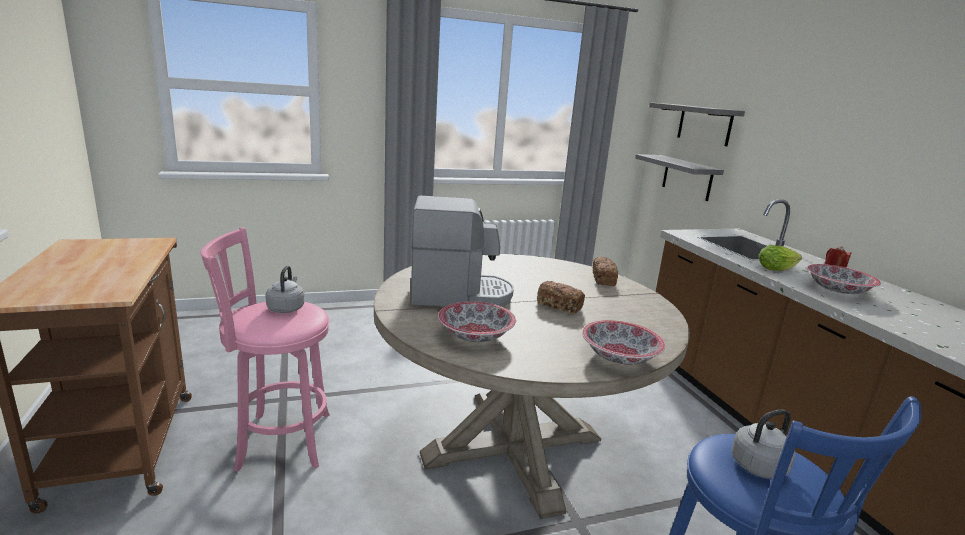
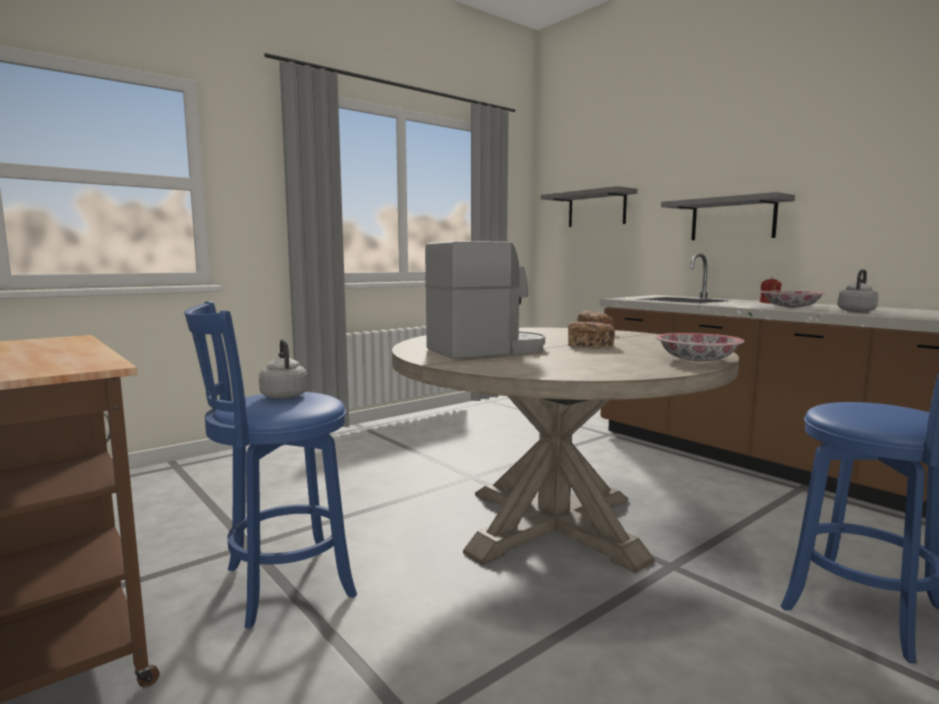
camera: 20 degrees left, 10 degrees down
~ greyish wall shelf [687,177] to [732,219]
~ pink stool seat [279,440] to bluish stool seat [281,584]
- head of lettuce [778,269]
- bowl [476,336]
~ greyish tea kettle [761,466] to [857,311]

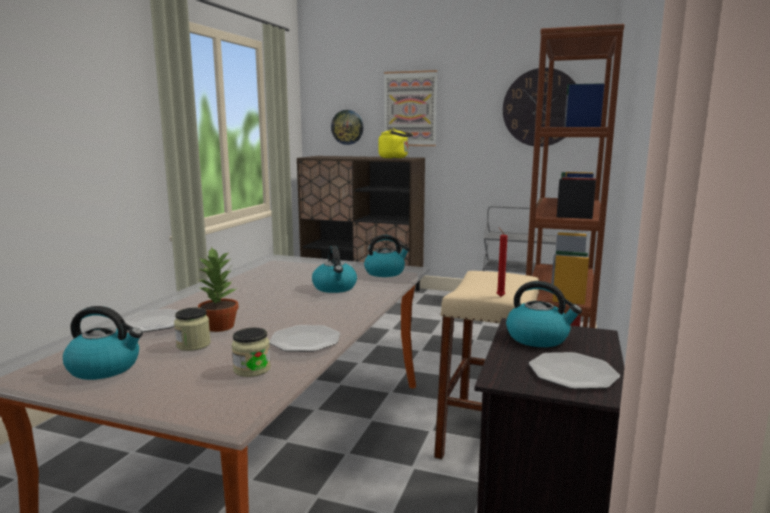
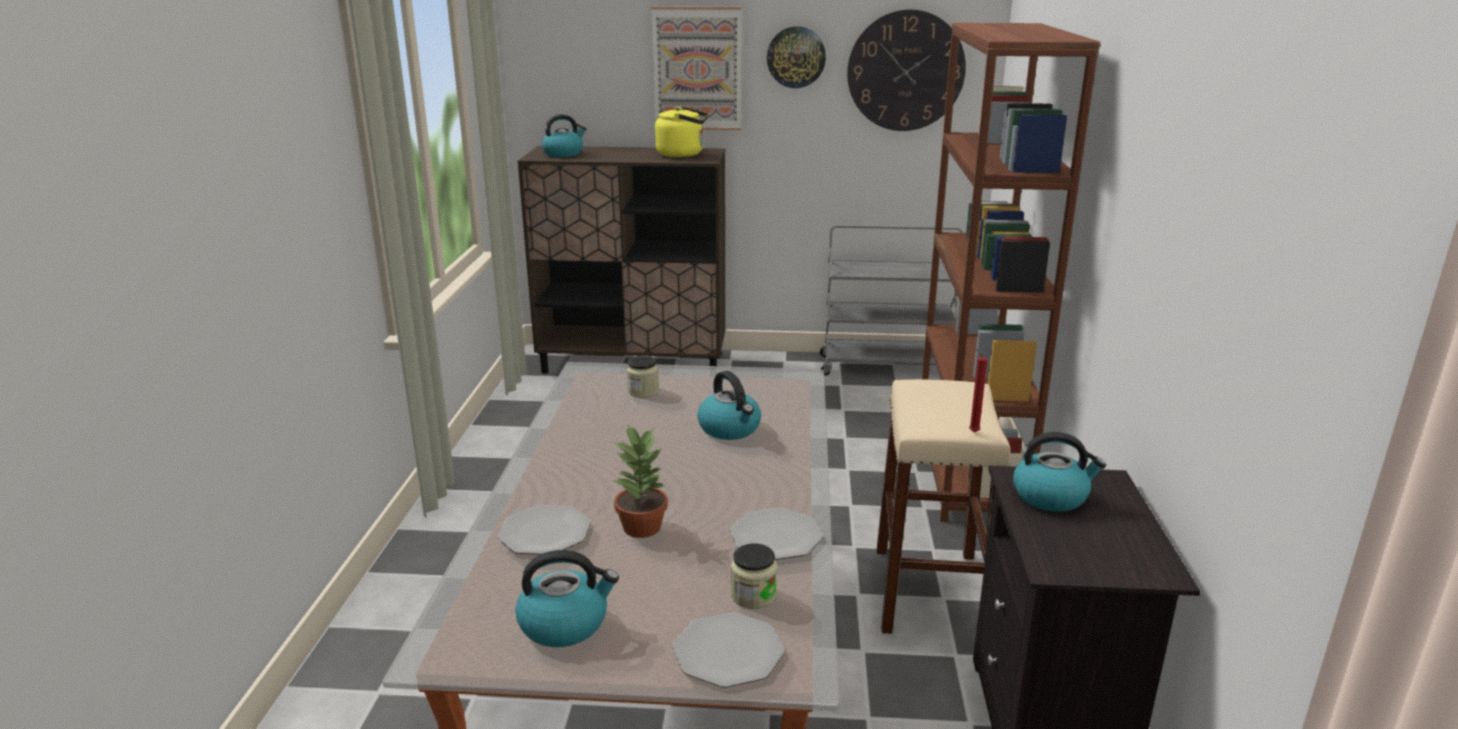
camera: 15 degrees left, 10 degrees up
~ clock on the wall [347,127] to [796,57]
~ tea kettle [385,272] to [564,154]
~ preserve jar [193,344] to [643,391]
~ dinner plate [572,373] to [728,652]

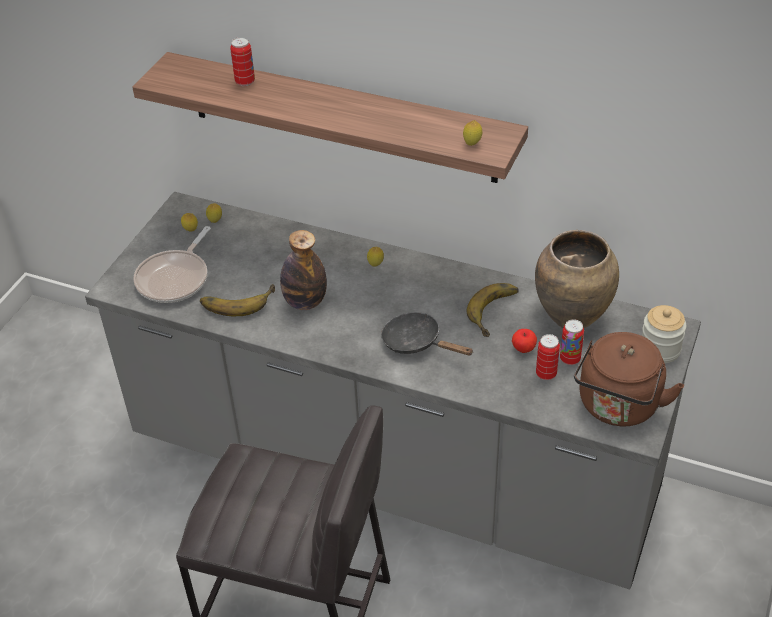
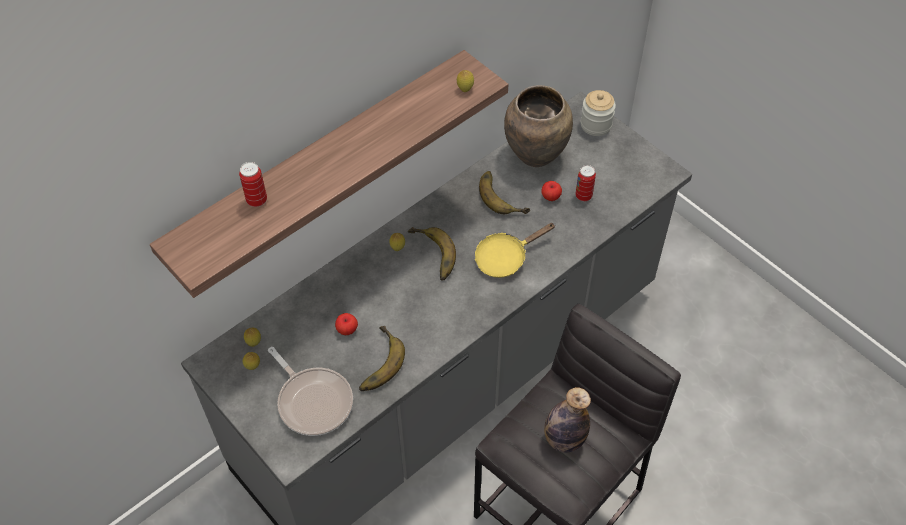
camera: 65 degrees left, 10 degrees up
~ drink bottle [305,302] to [564,439]
~ black pan [417,342] to yellow-coloured pan [505,258]
- sealed can [570,359]
- brown-coloured tea kettle [618,407]
+ banana fruit [430,256]
+ apple [347,329]

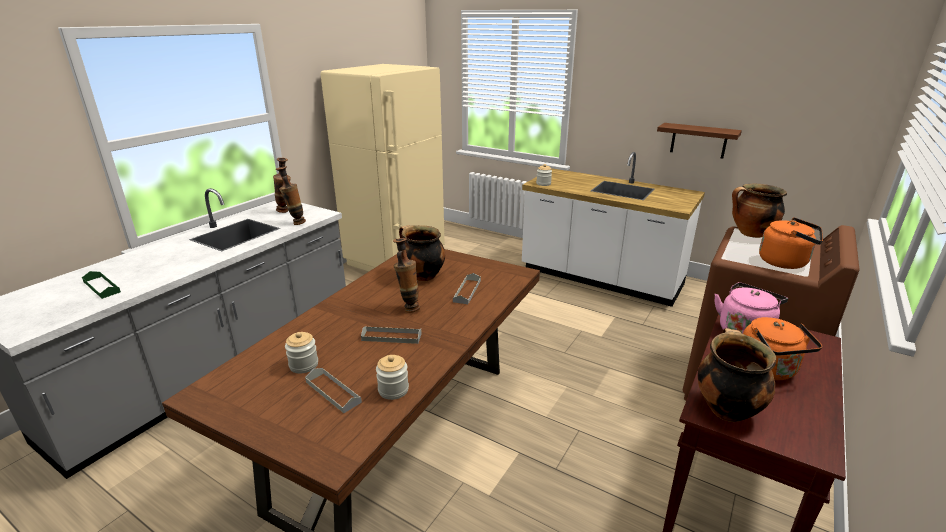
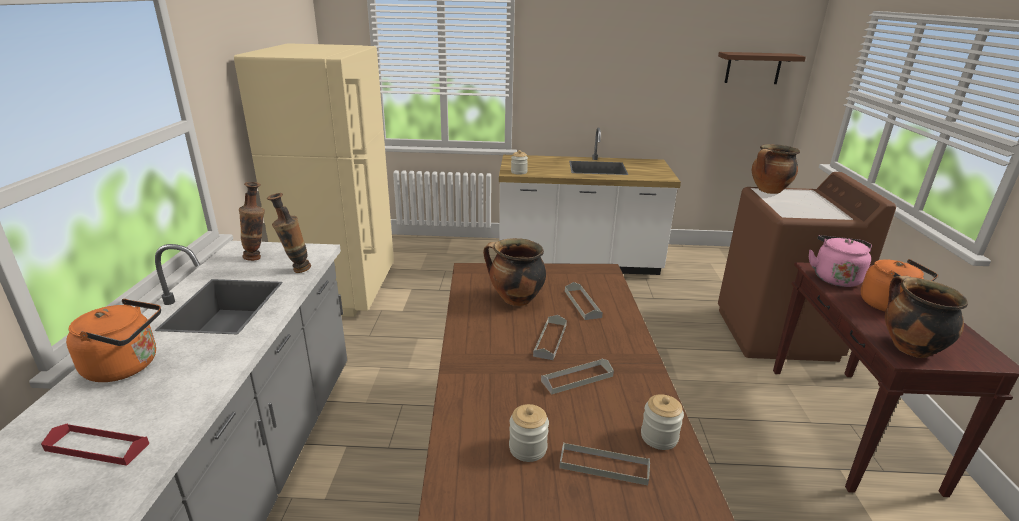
camera: 30 degrees left, 0 degrees up
~ brown-coloured wall shelf [698,140] to [753,68]
~ orangey tea kettle [786,262] to [127,366]
~ vase [408,308] to greyish tray [550,340]
~ green tray [101,287] to red tray [97,447]

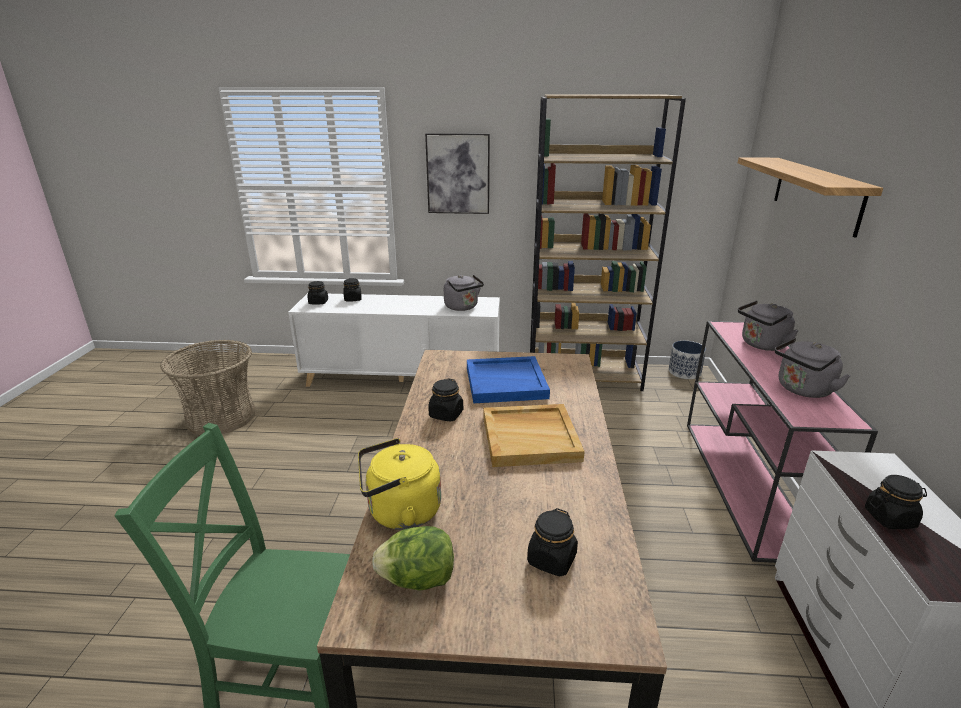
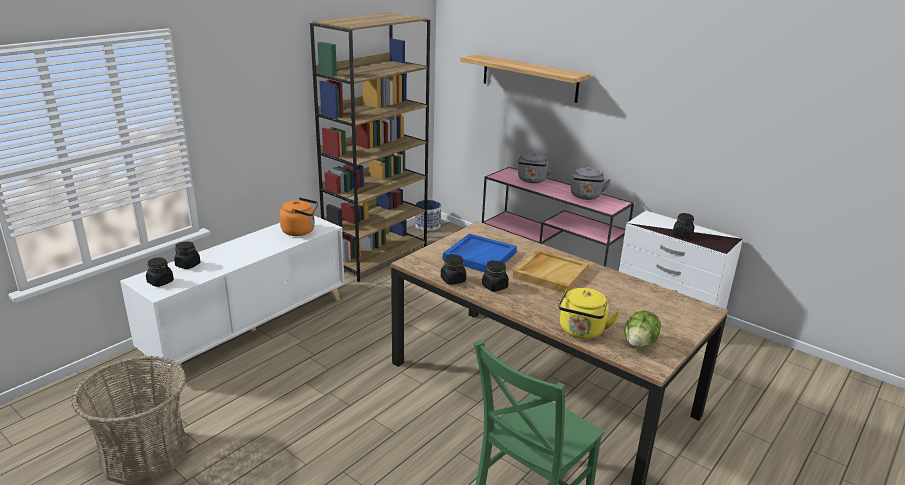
camera: 55 degrees left, 0 degrees up
- picture [458,174]
~ greyish tea kettle [462,307] to orangey tea kettle [300,231]
~ black preserve jar [551,560] to [453,280]

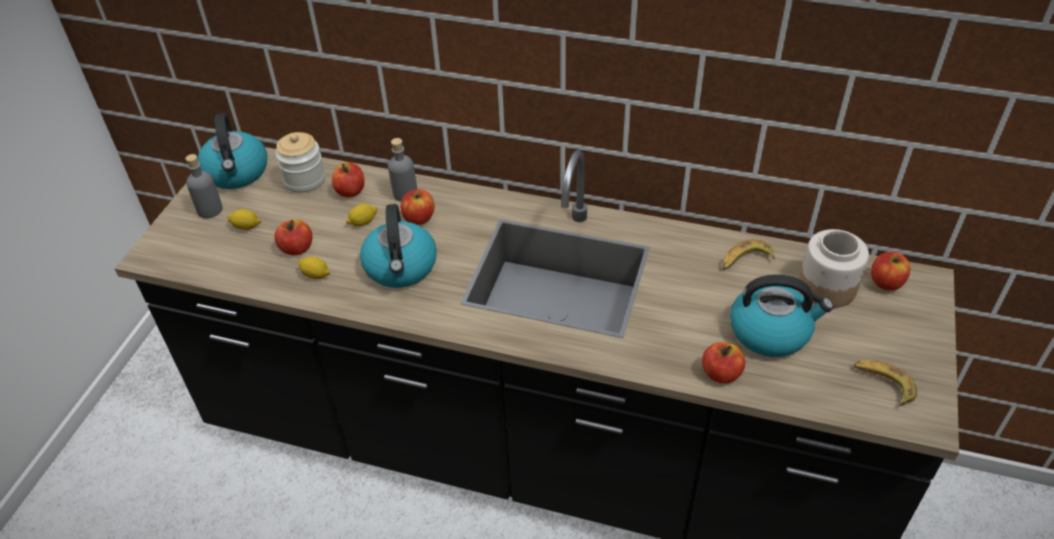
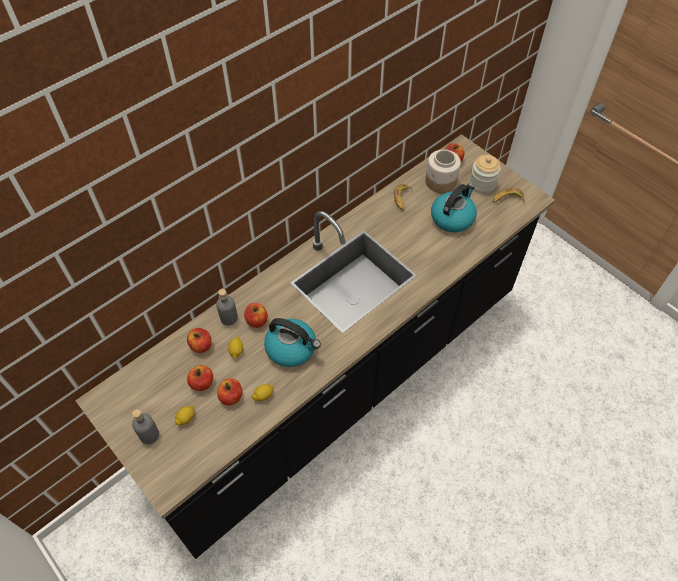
camera: 60 degrees left, 10 degrees up
- tea kettle [237,173]
~ preserve jar [305,180] to [482,184]
~ apple [721,373] to [202,383]

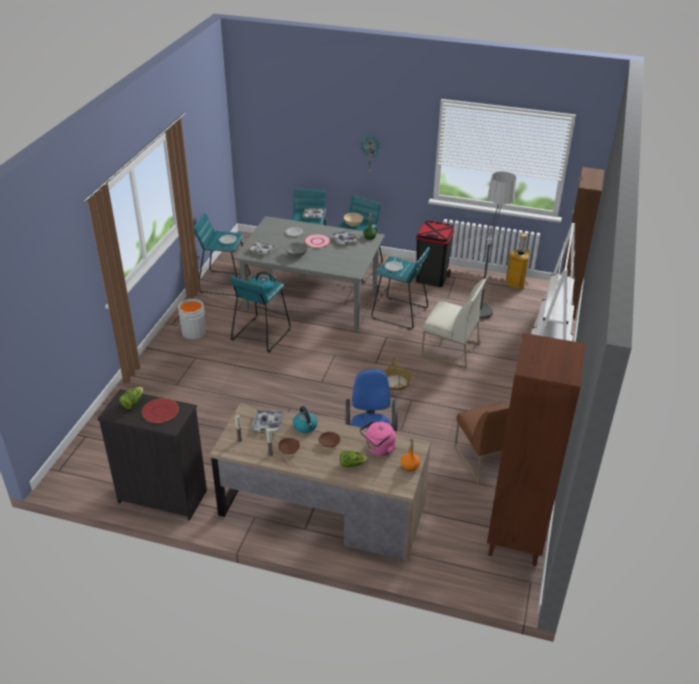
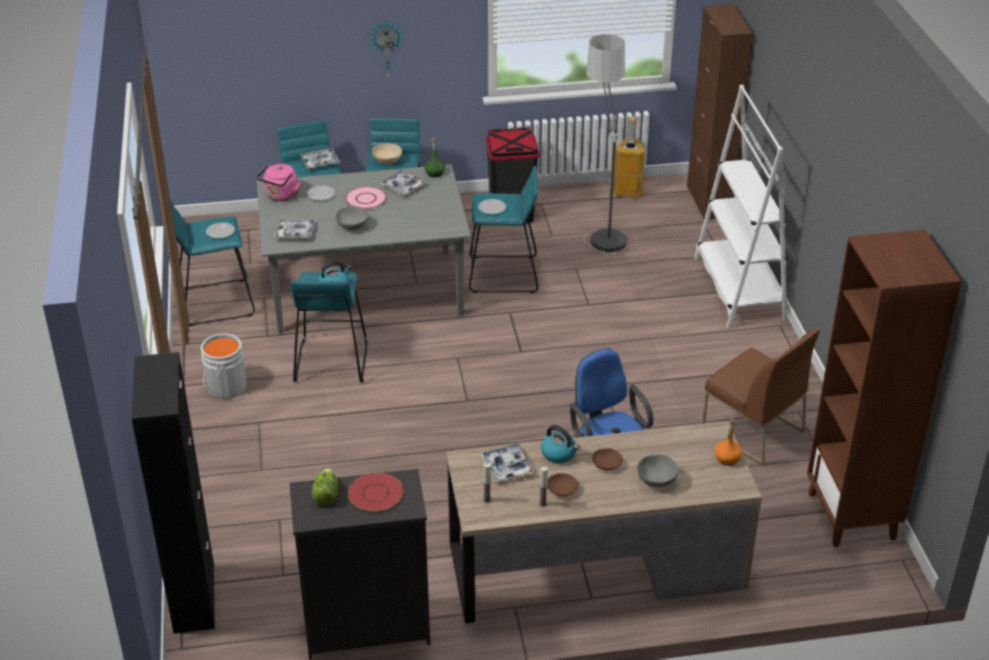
camera: 25 degrees left, 0 degrees up
- white-coloured upright chair [450,350]
- basket [395,382]
~ pink tea kettle [378,449] to [281,196]
~ head of lettuce [352,464] to greyish bowl [656,480]
+ black cabinet [194,597]

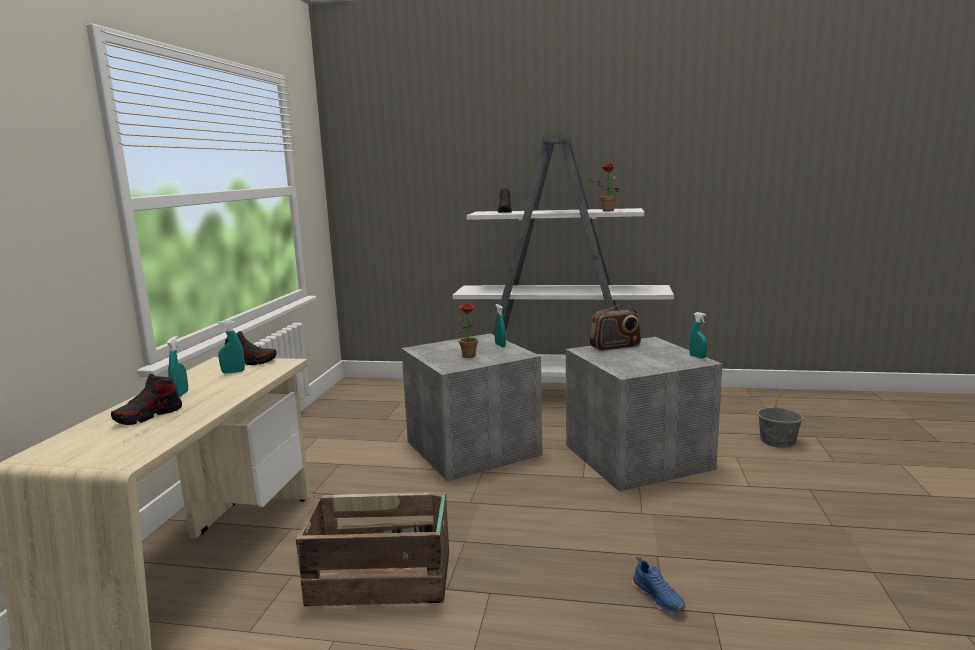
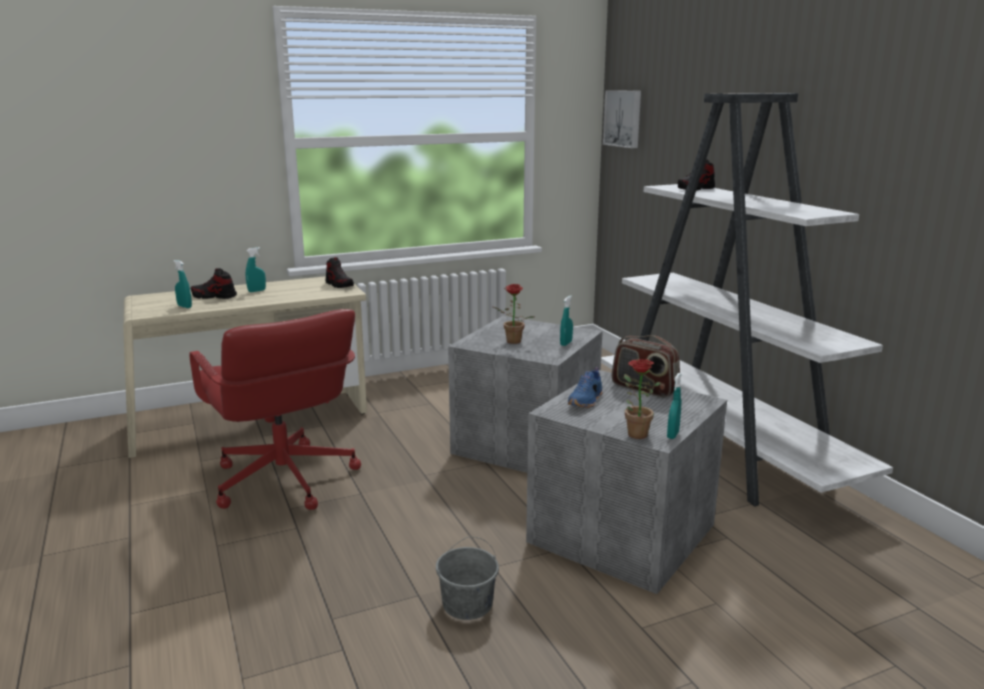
camera: 55 degrees right, 5 degrees up
~ plant in a pot [605,211] to [634,433]
~ turquoise-coloured spray bottle [233,372] to [184,306]
~ greyish water bucket [777,441] to [468,604]
~ packing crate [382,579] to red desk chair [284,480]
~ bluish item of footwear [659,597] to [586,401]
+ picture [624,118]

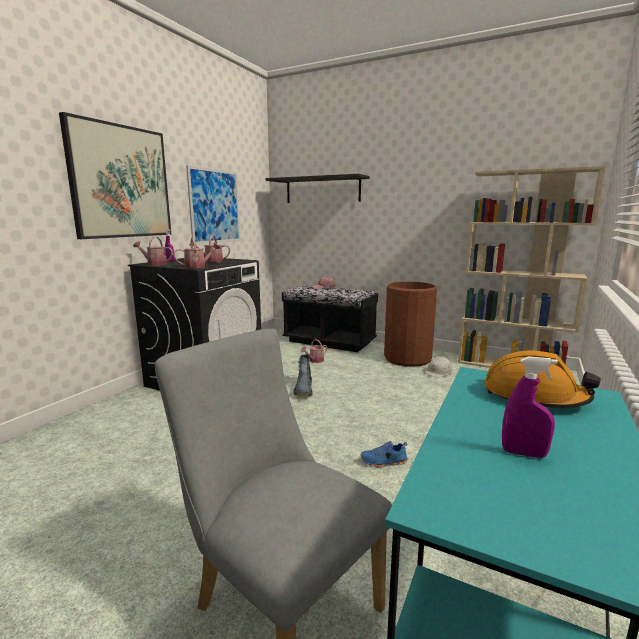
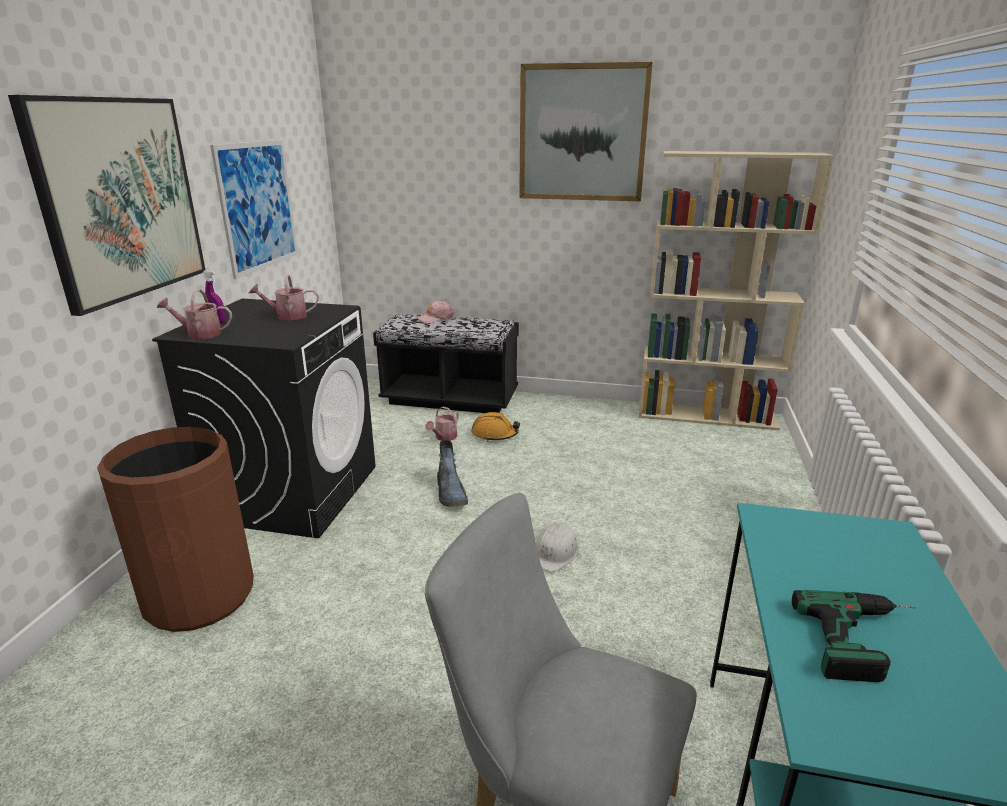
camera: 15 degrees left, 10 degrees up
- wall shelf [322,190]
- watering pot [198,267]
~ brown-coloured waste bin [407,358] to [199,595]
~ orangey hard hat [534,397] to [494,434]
~ white-coloured hard hat [438,372] to [555,552]
~ purple spray bottle [524,453] to drill [868,640]
- bluish item of footwear [384,462]
+ picture [582,133]

